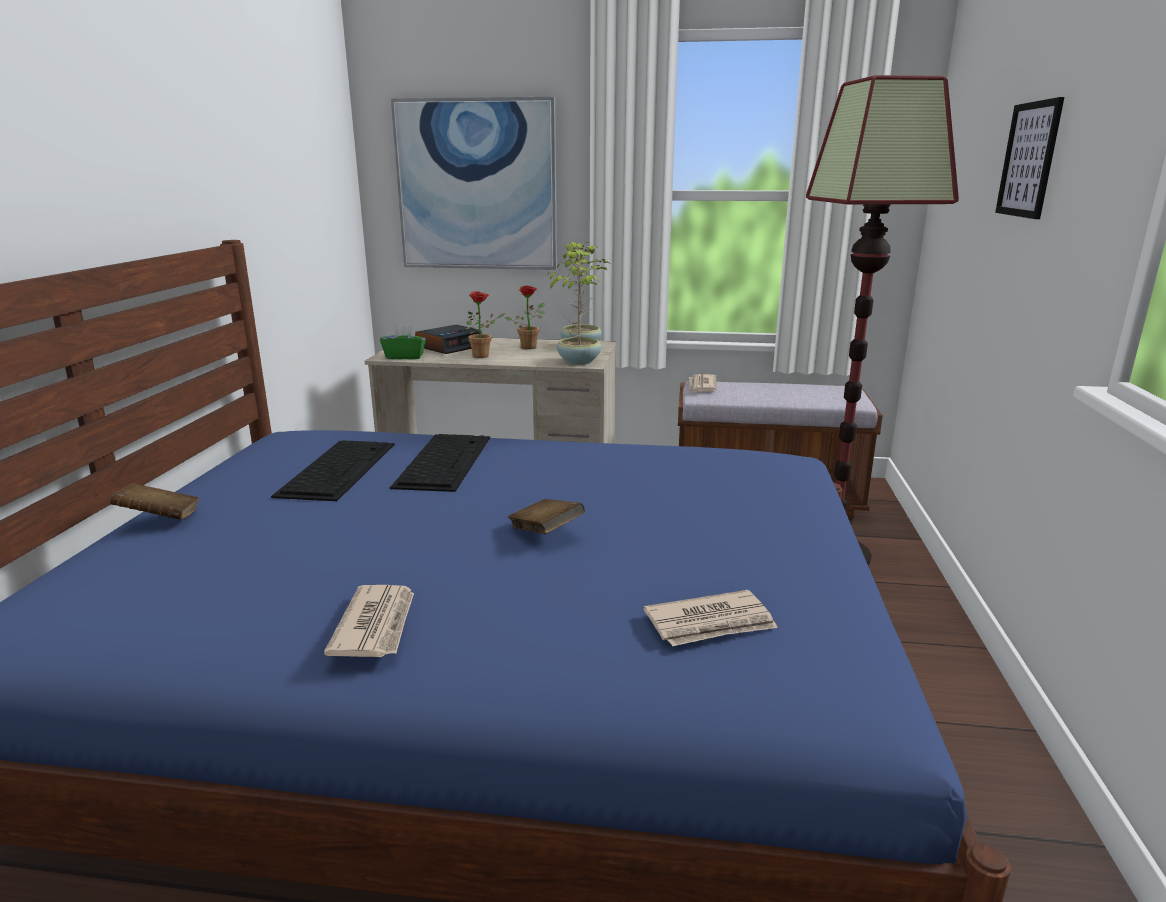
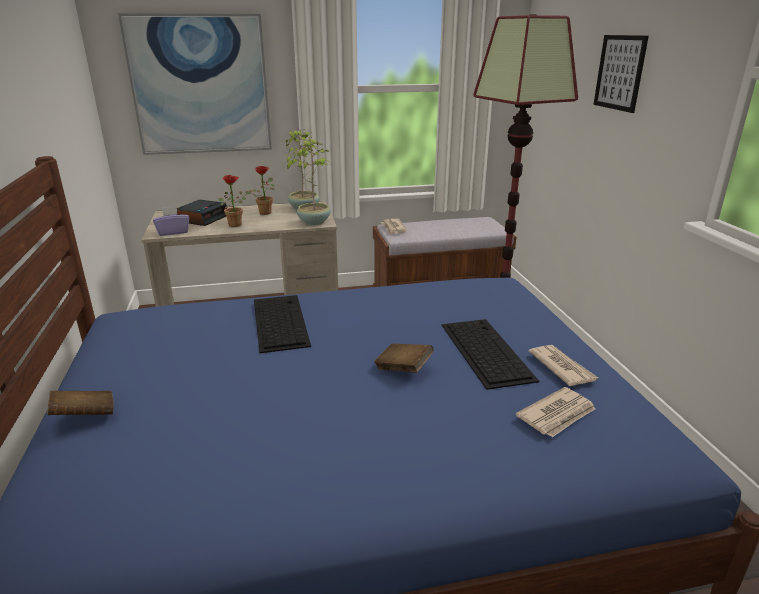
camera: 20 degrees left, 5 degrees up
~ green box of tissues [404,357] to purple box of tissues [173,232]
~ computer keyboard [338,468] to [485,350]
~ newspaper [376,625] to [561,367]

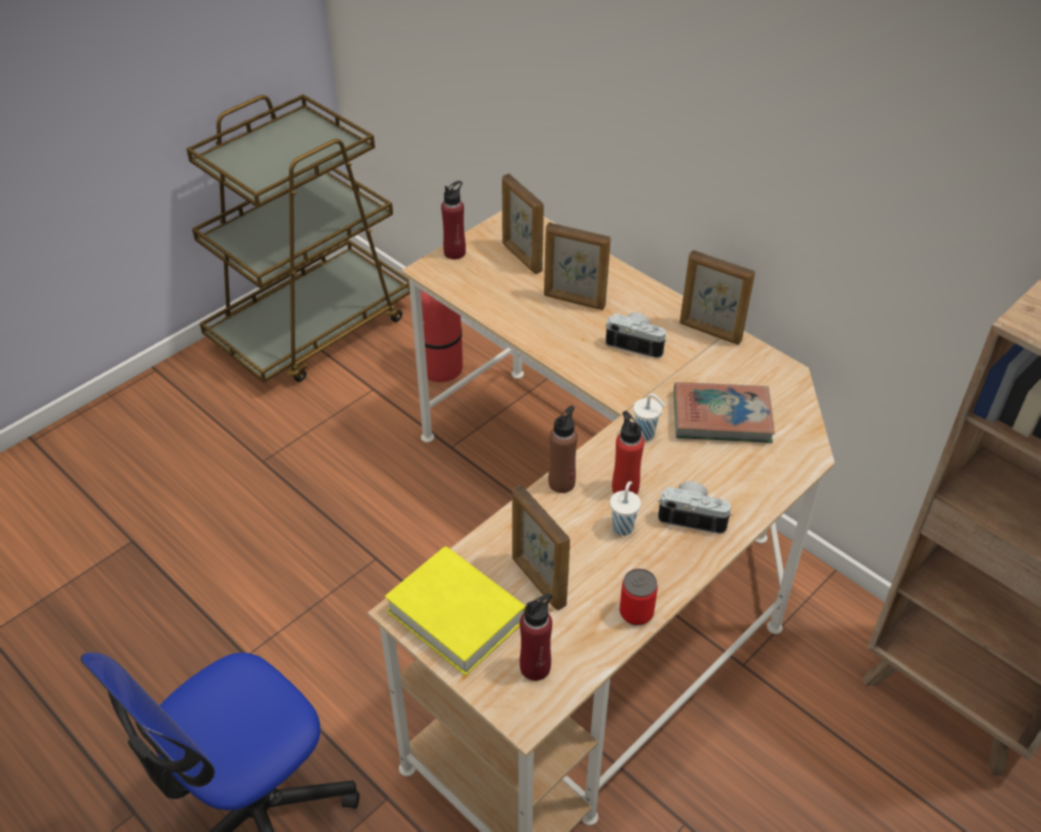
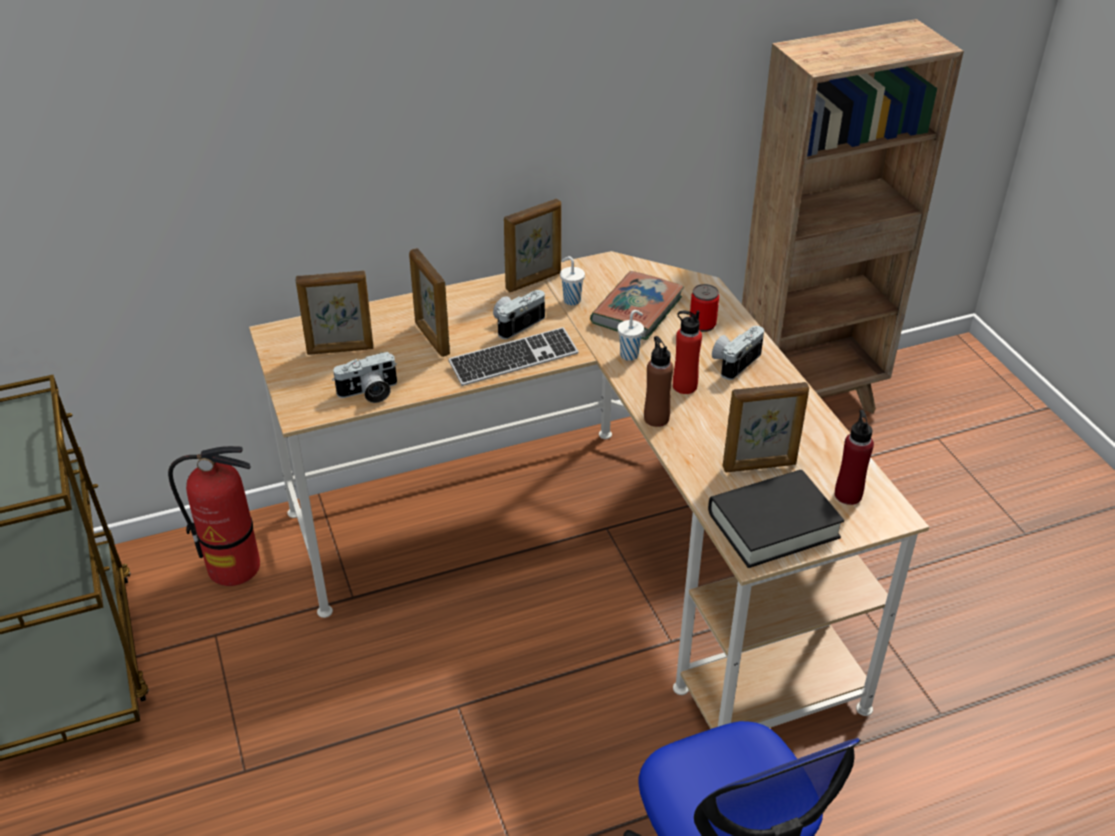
camera: 65 degrees left, 5 degrees down
- red drink bottle [455,252]
~ photo frame [574,301] = [431,339] 105 degrees clockwise
~ white-coloured drinking cup [623,526] to [571,300]
~ yellow-coloured volume [456,615] to black volume [773,525]
~ sealed can [636,612] to [702,324]
+ computer keyboard [514,359]
+ still camera [369,393]

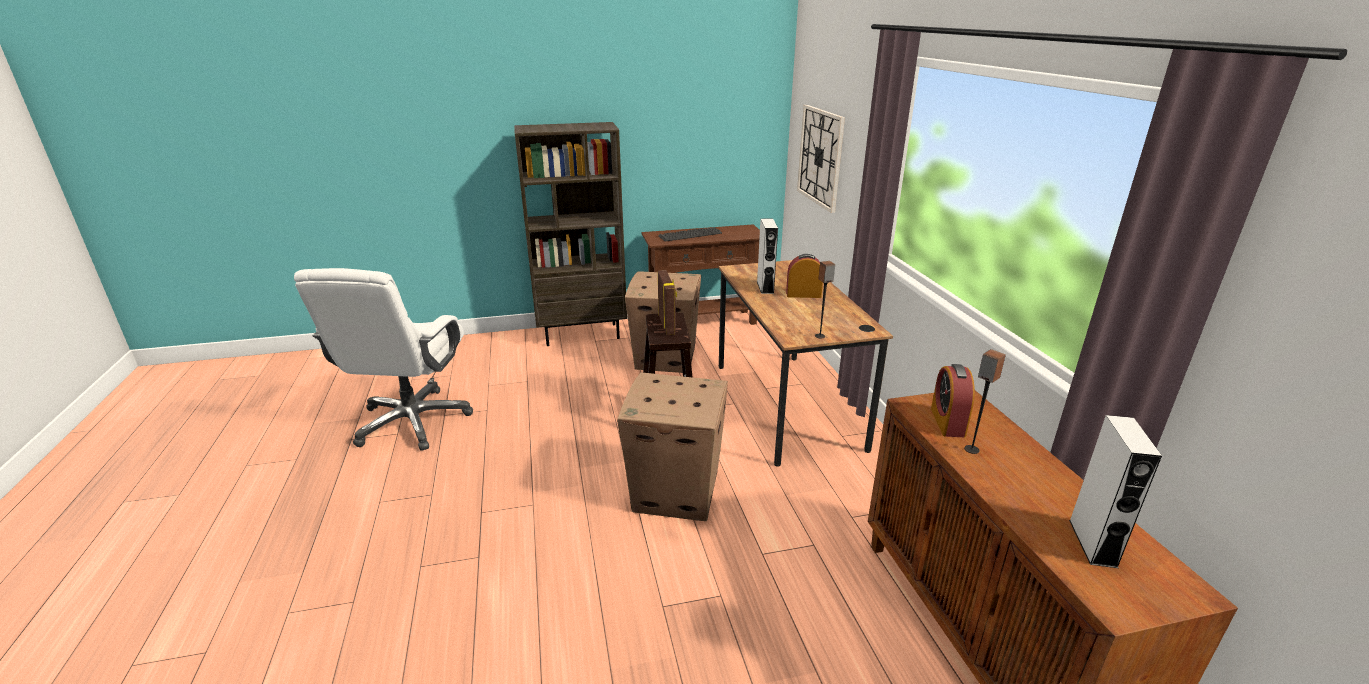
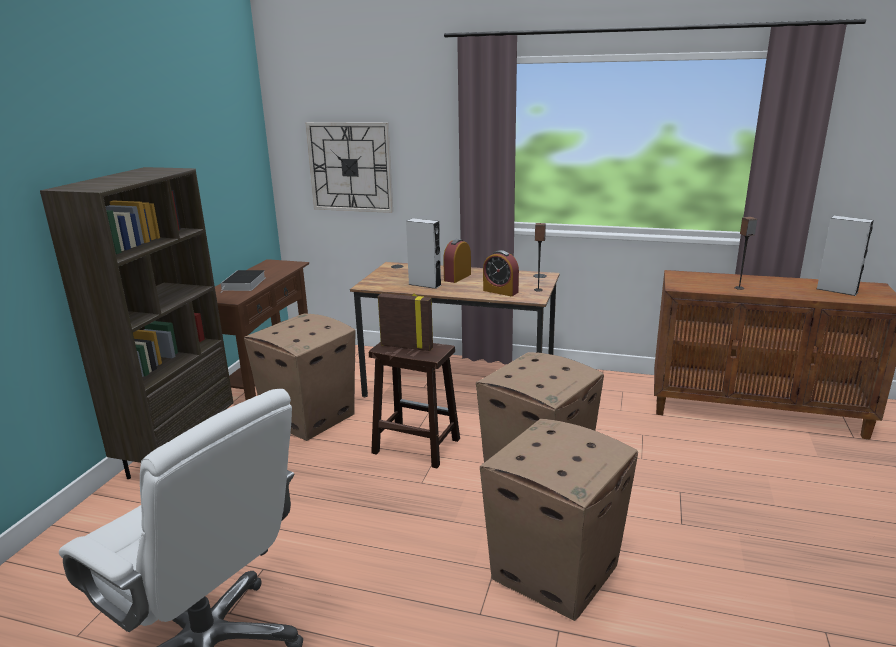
camera: 60 degrees left, 5 degrees down
~ computer keyboard [690,235] to volume [244,284]
~ table clock [947,422] to [500,291]
+ packing box [556,571]

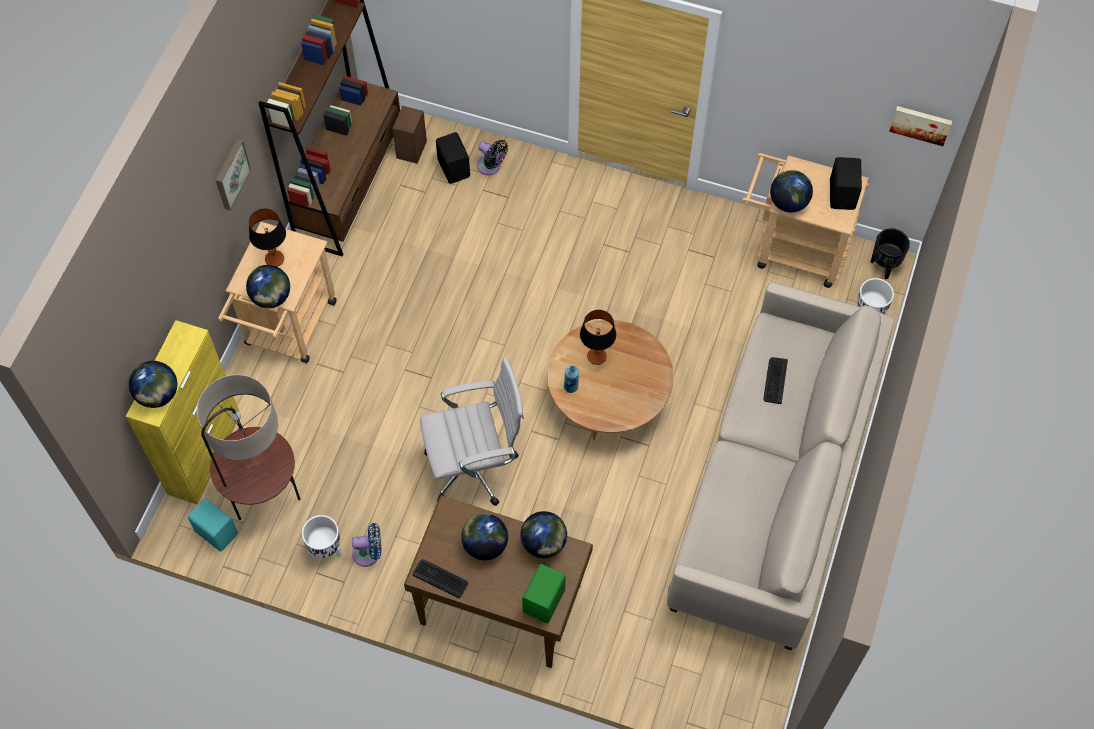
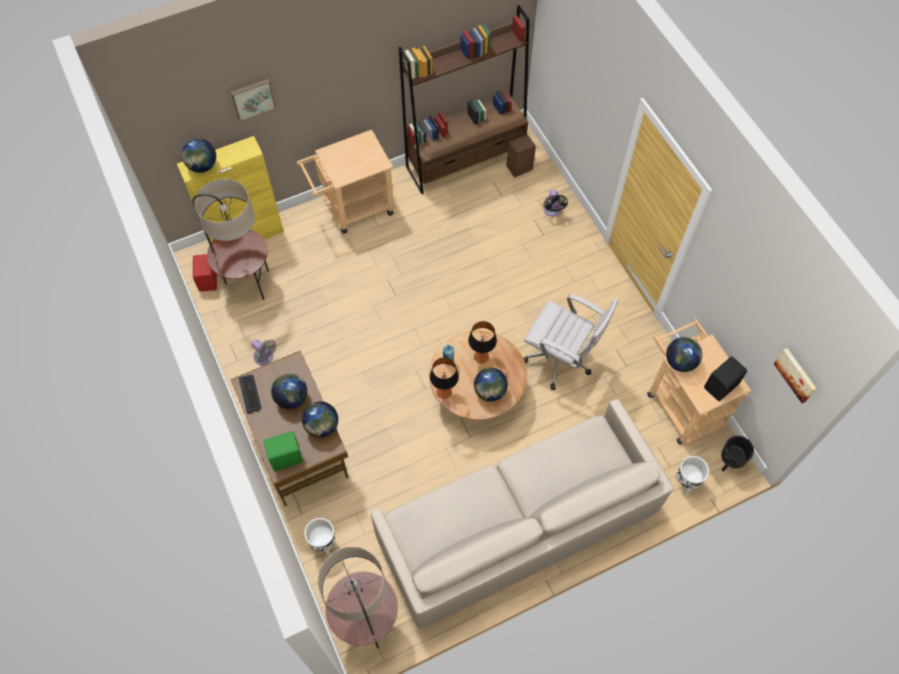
camera: 45 degrees right, 0 degrees up
- black audio speaker [454,168]
~ picture [230,174] to [252,98]
~ table lamp [274,259] to [444,392]
~ world globe [271,297] to [490,391]
~ white-coloured desk chair [476,467] to [561,360]
- computer keyboard [775,380]
~ turquoise-coloured audio speaker [217,531] to red audio speaker [209,280]
~ white-coloured flower pot [326,551] to [323,543]
~ bluish fan [369,553] to greyish fan [264,358]
+ standard lamp [367,622]

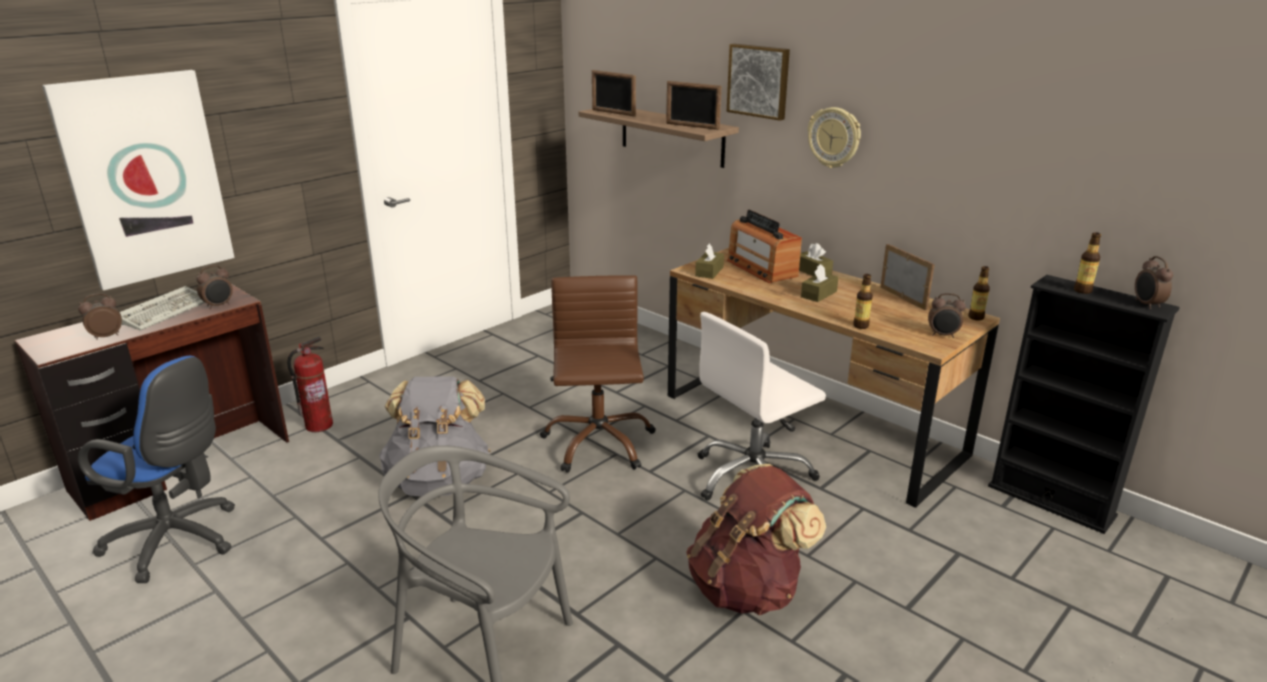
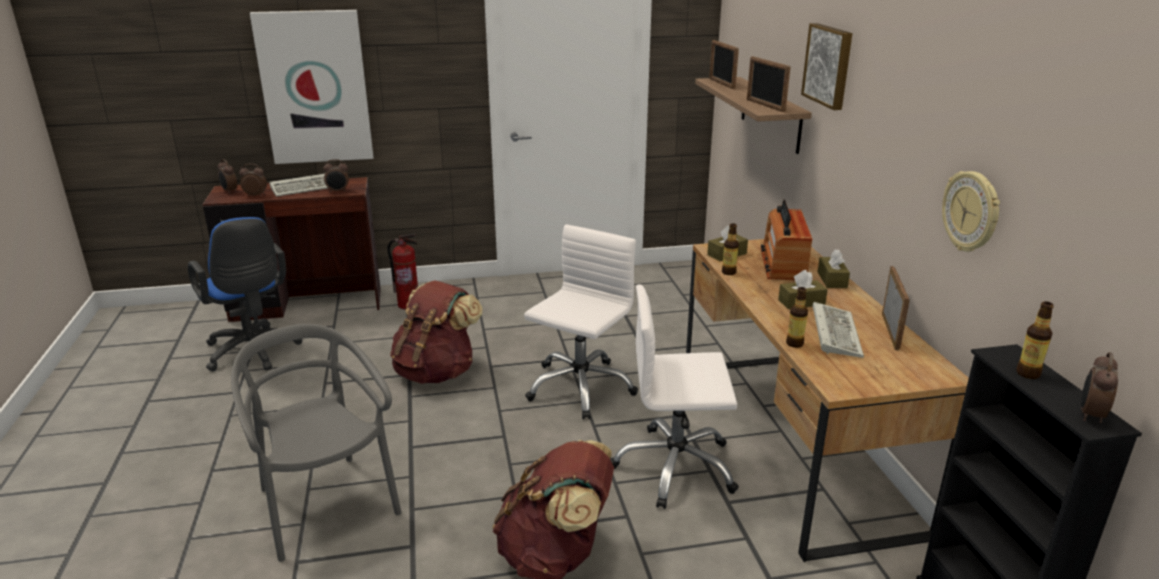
camera: 35 degrees right, 0 degrees up
~ clock on the wall [834,137] to [971,212]
~ drink bottle [976,317] to [729,272]
~ brown-coloured desk chair [598,443] to white-coloured desk chair [580,387]
~ table clock [943,335] to [229,191]
~ greyish rucksack [439,480] to brown-coloured rucksack [437,372]
+ computer keyboard [834,332]

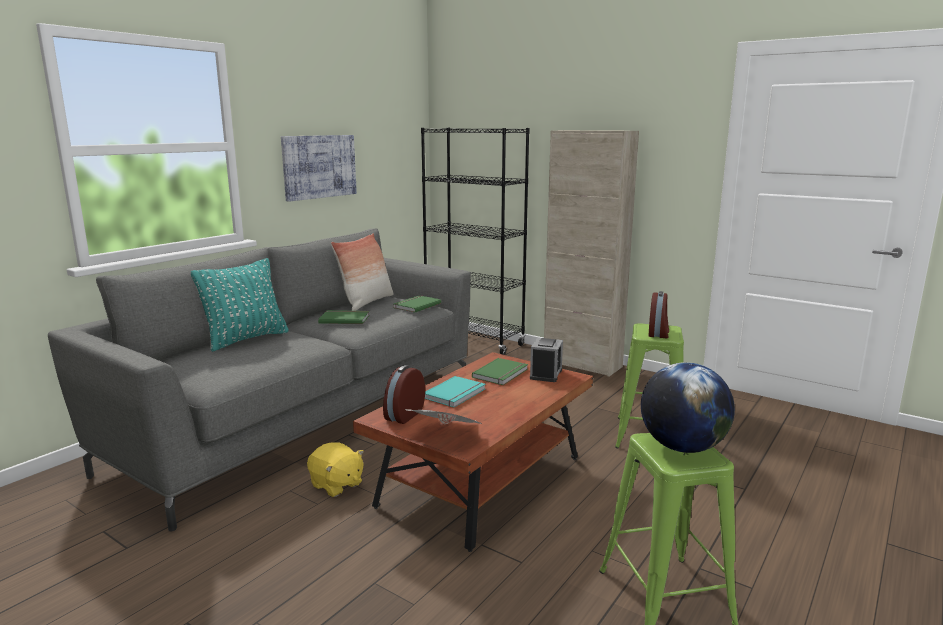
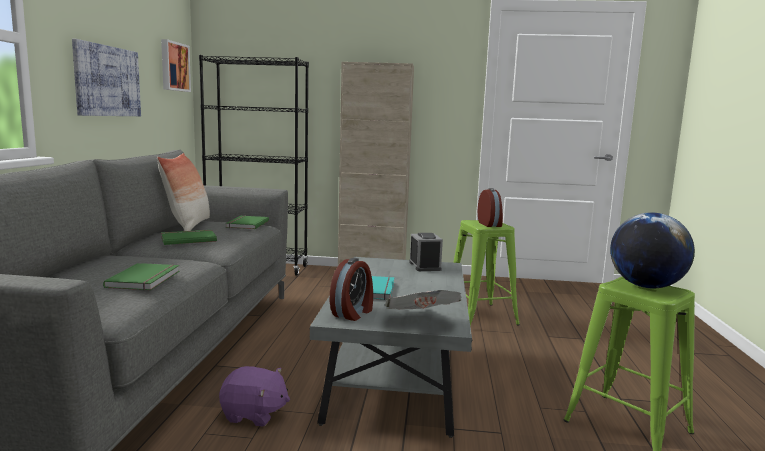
camera: 30 degrees left, 5 degrees down
- turquoise-coloured cushion [246,339]
~ brown-coloured coffee table [482,483] to greyish coffee table [395,378]
~ green volume [502,373] to [146,279]
~ table clock [403,415] = [353,313] 150 degrees counterclockwise
~ yellow-coloured soft toy [336,485] to purple soft toy [254,414]
+ picture [174,66]

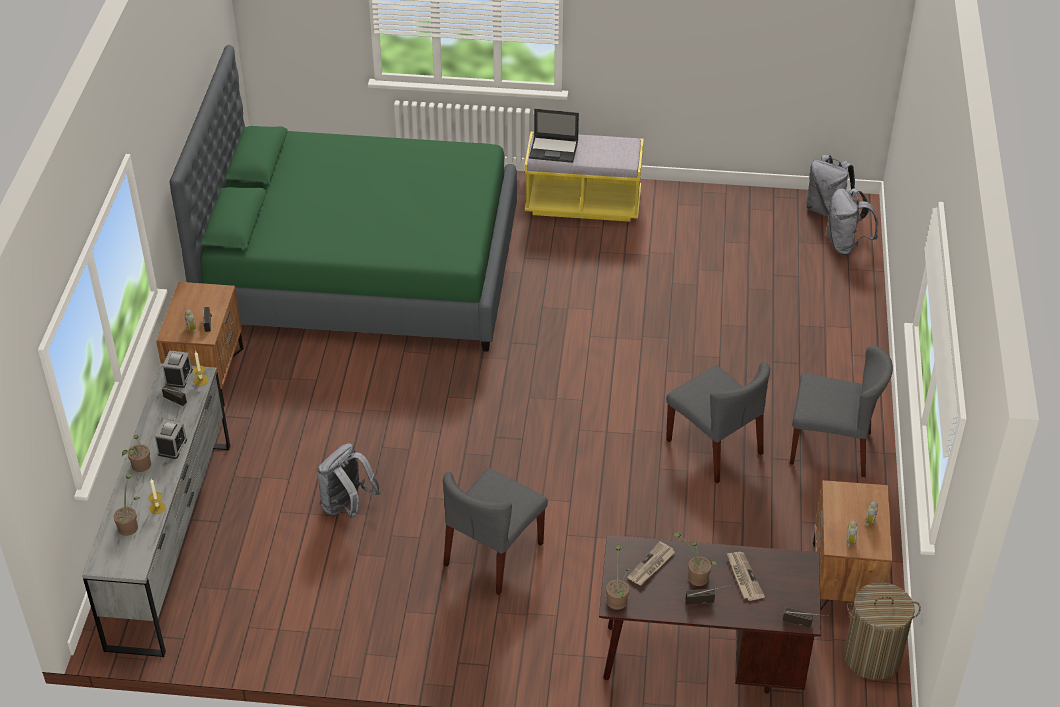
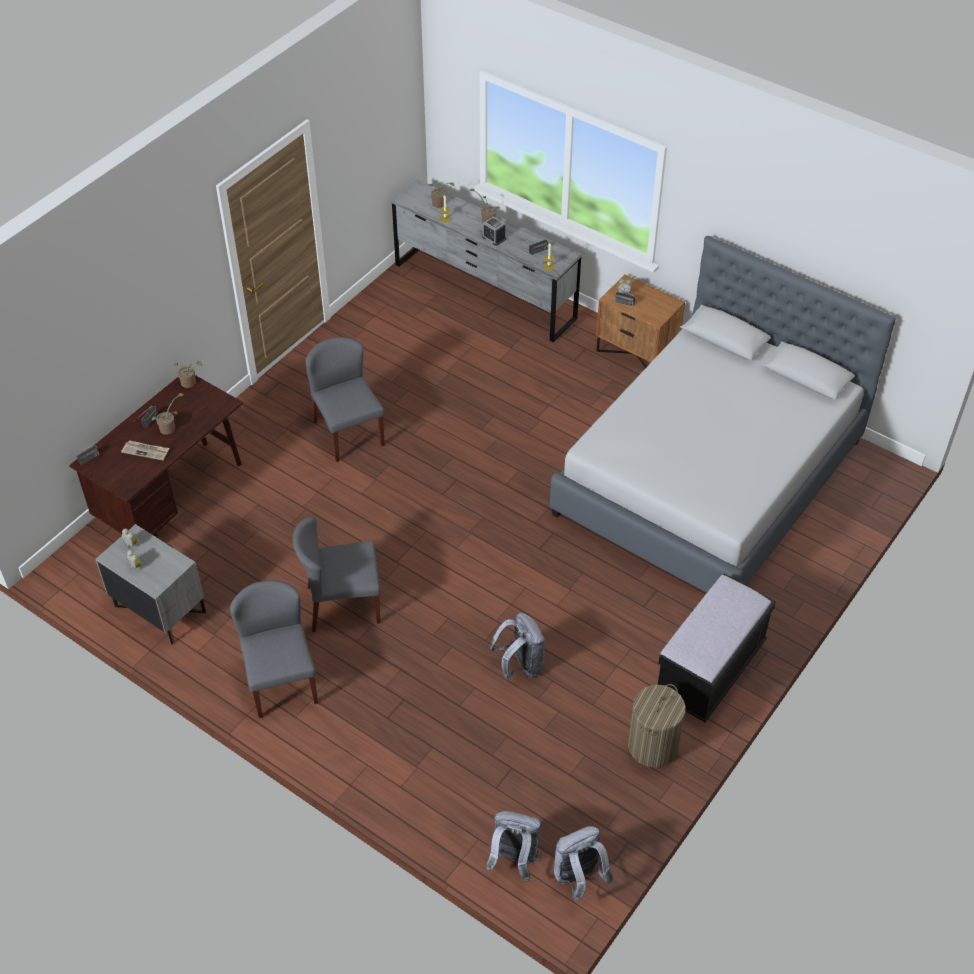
camera: 120 degrees right, 5 degrees up
~ green bedroom bed [361,268] to greyish bedroom bed [709,477]
- portable computer [554,149]
~ yellow-coloured indoor bench [583,204] to black indoor bench [710,670]
~ greyish upright chair [831,448] = [281,681] 120 degrees clockwise
- table clock [179,377]
~ greyish rucksack [347,507] to [520,666]
~ brown-coloured nightstand [844,582] to greyish nightstand [159,610]
- newspaper [651,565]
~ hamper [872,657] to [652,746]

